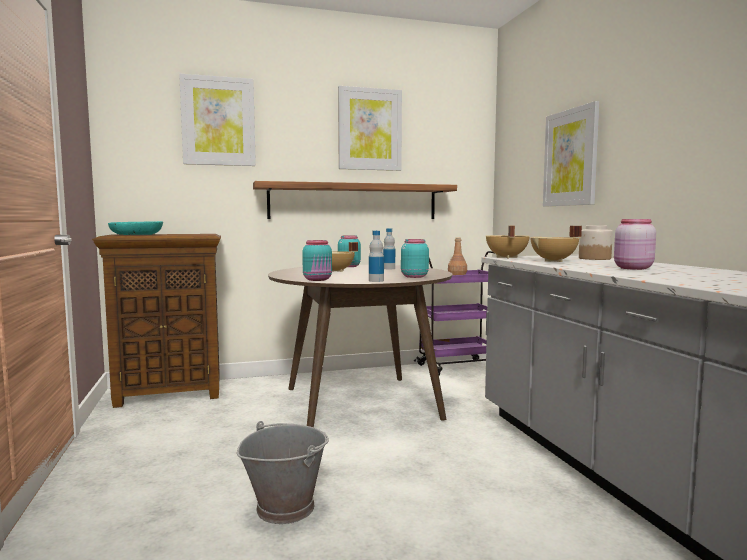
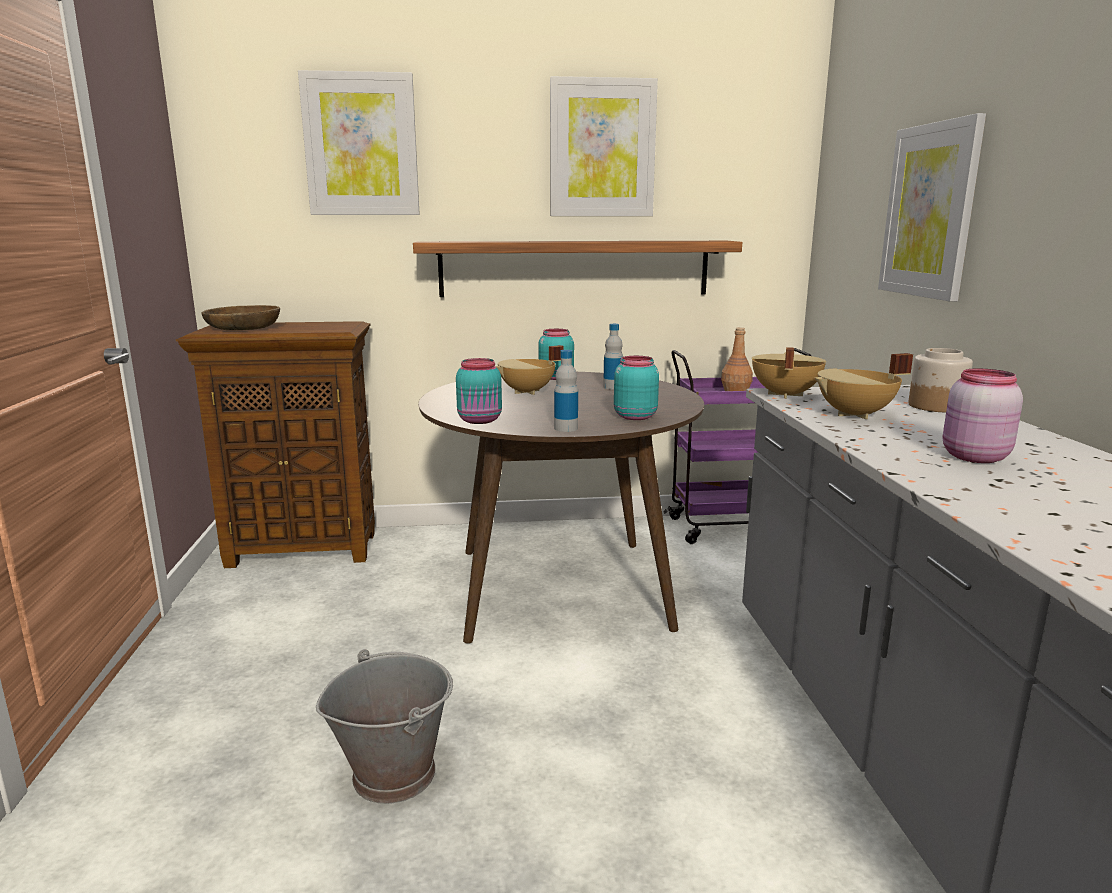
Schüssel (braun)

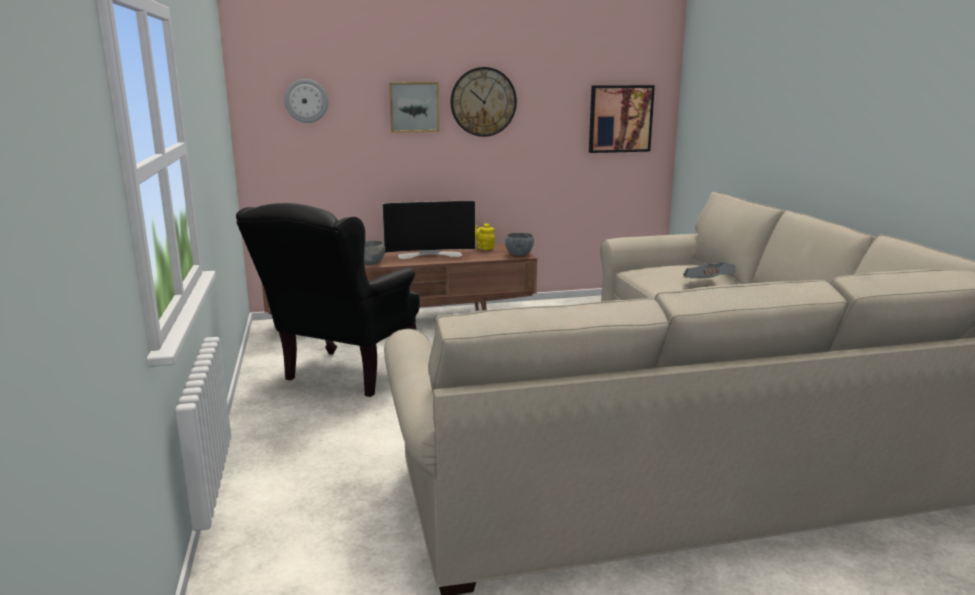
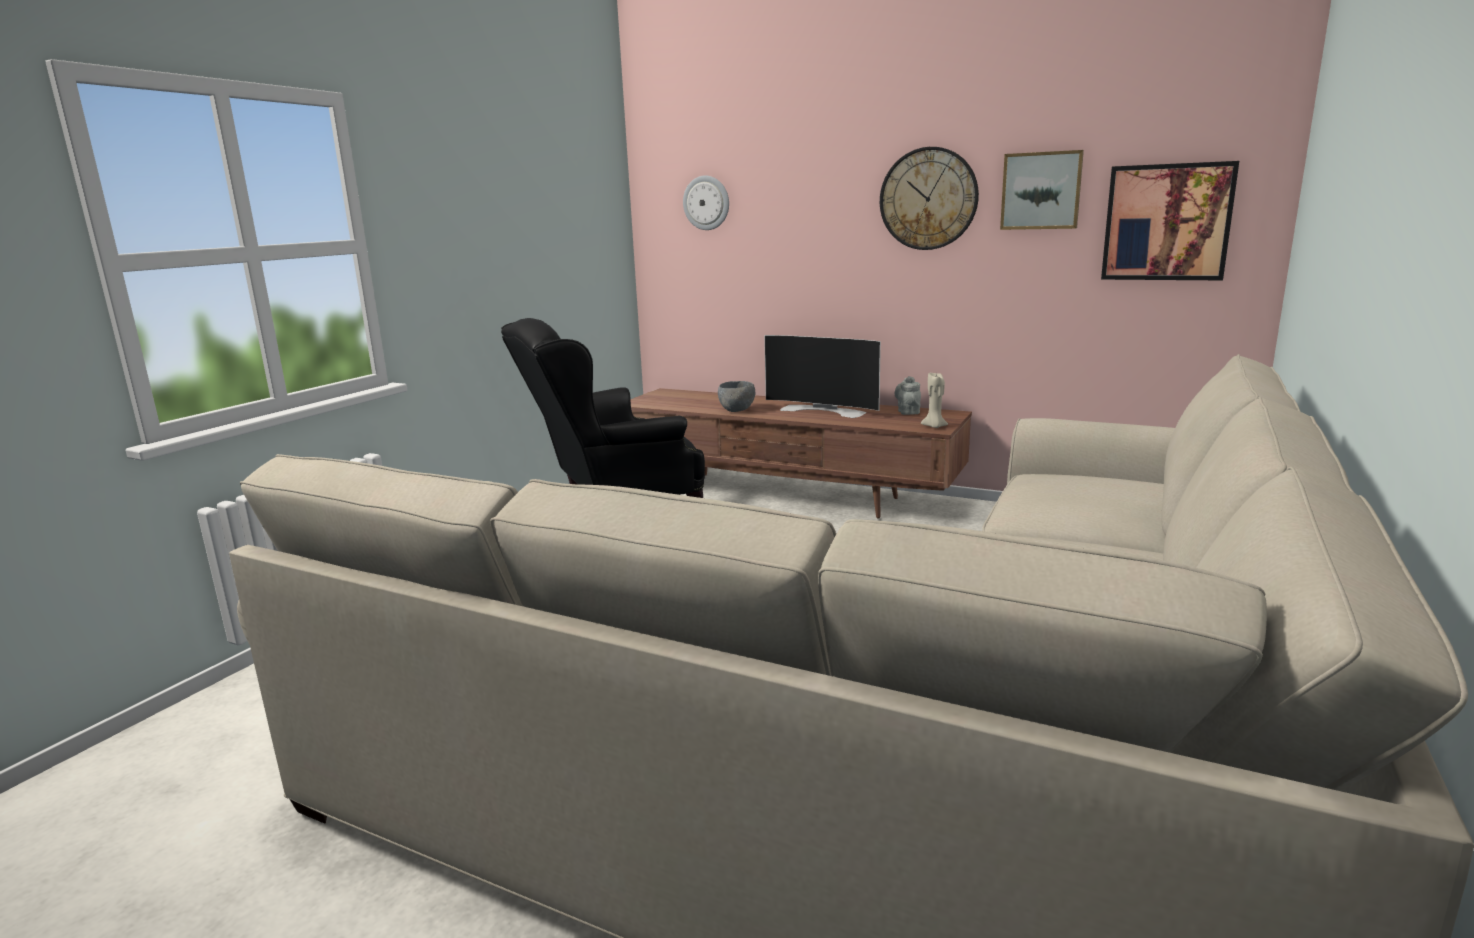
Teekanne (grau); Kerze (beige); Bild (no. 1 from left); Zeitung

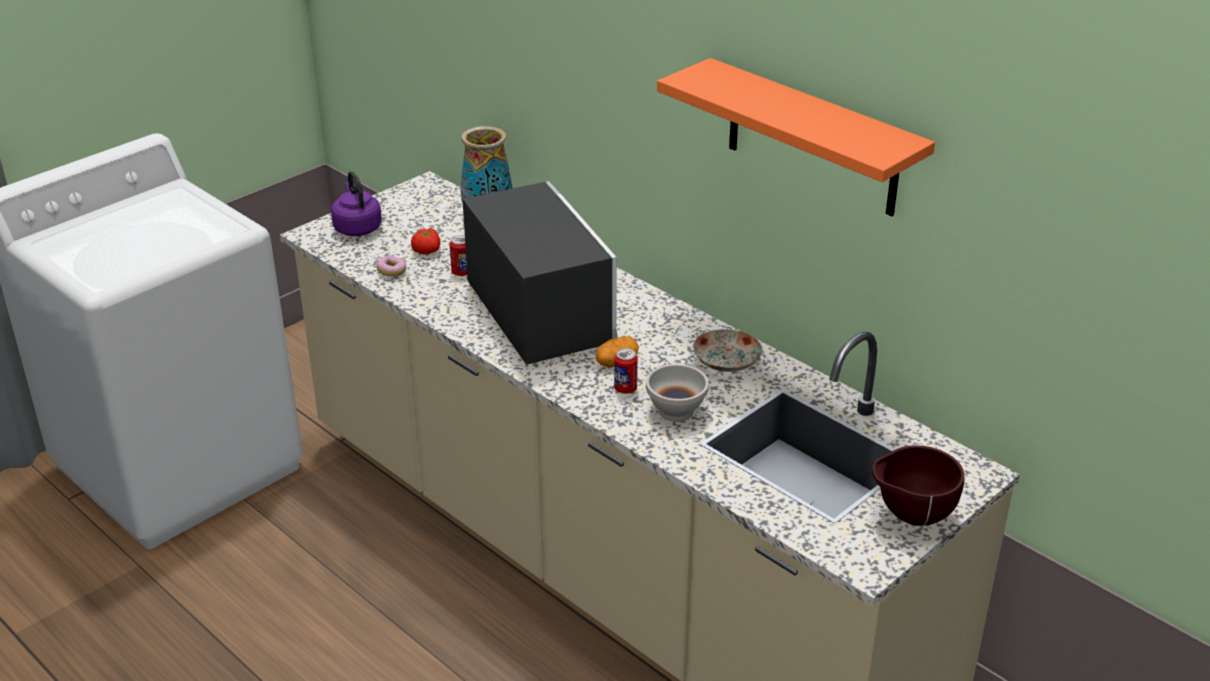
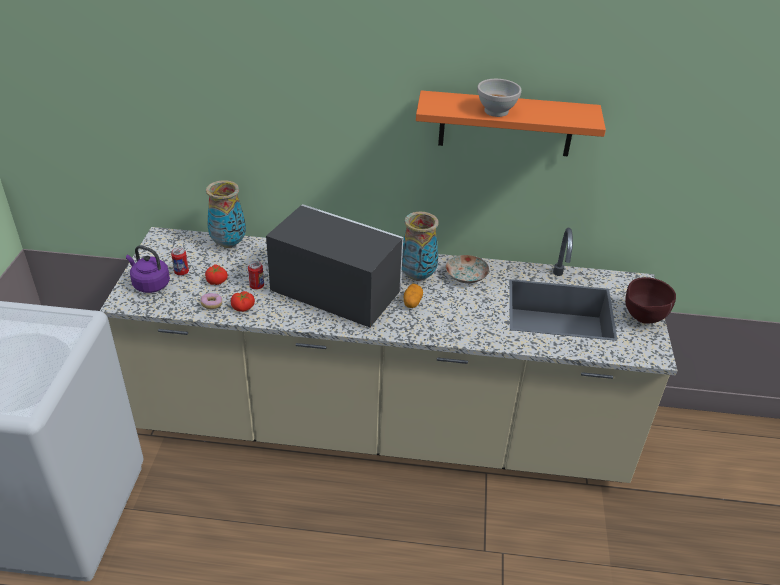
Dose (no. 1 from left); Tomate (no. 2 from left); Vase (no. 2 from left); Schüssel (weiß)

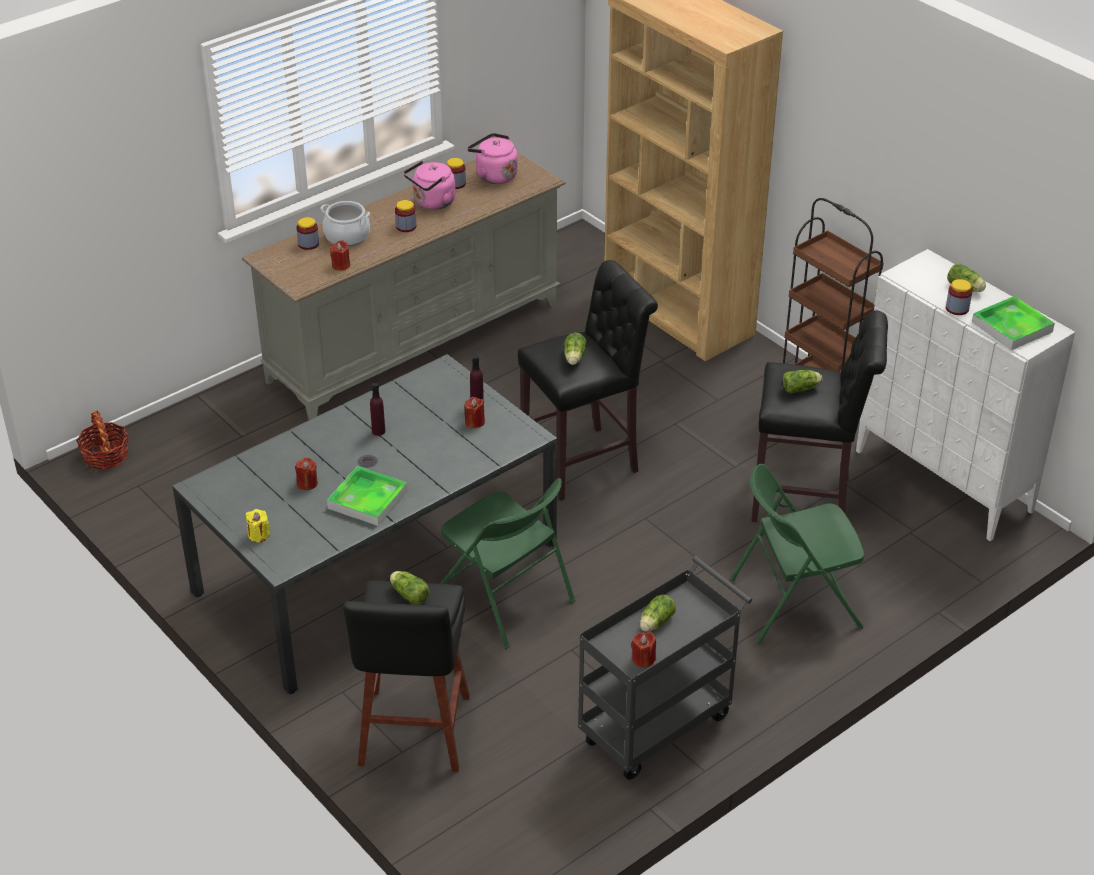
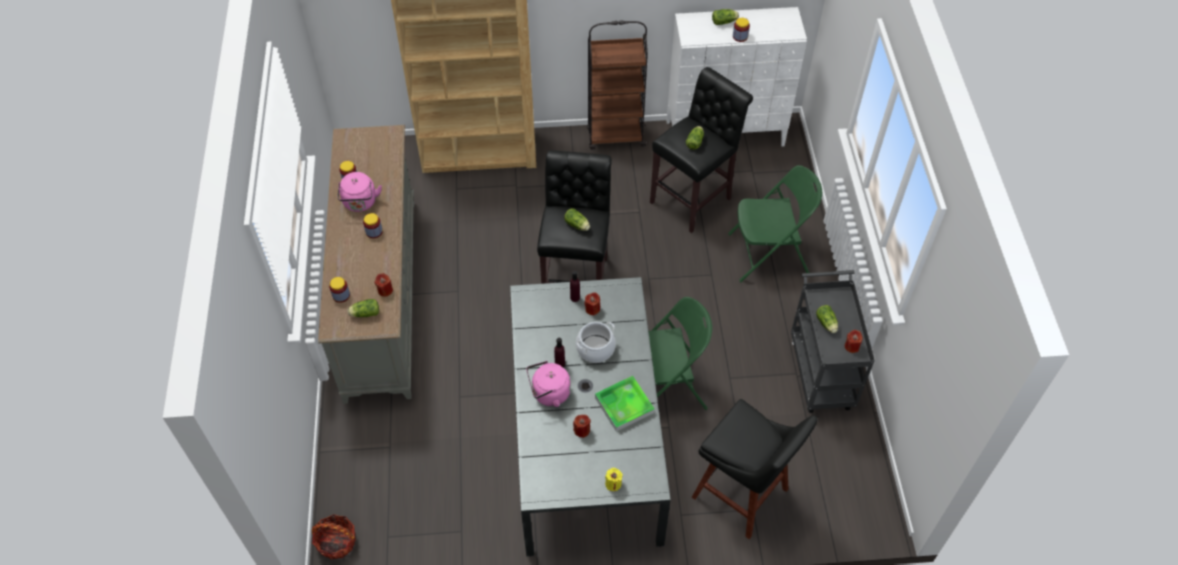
Salatkopf (no. 1 from left); Wasserkessel (rosa) (no. 2 from left); Kochtopf; Stuhl (grün) (no. 2 from left); Tablett (no. 2 from left in the first image)

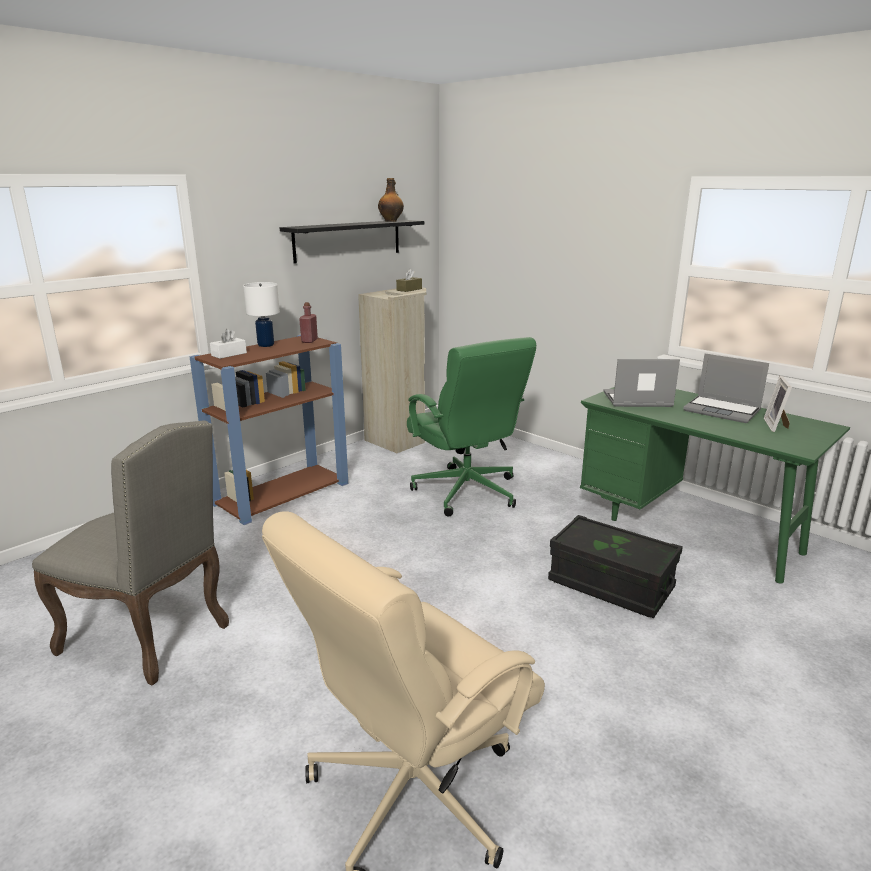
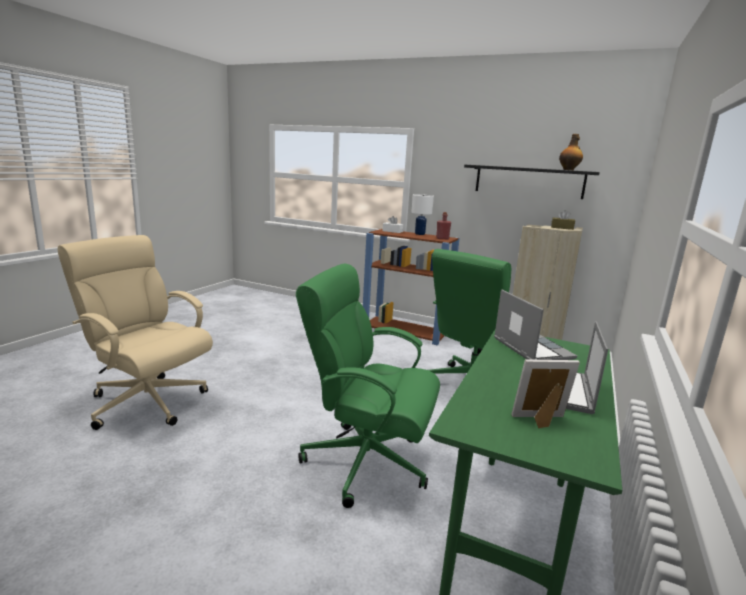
Bürostuhl (grün) (no. 1 from left); Stuhl (grau)

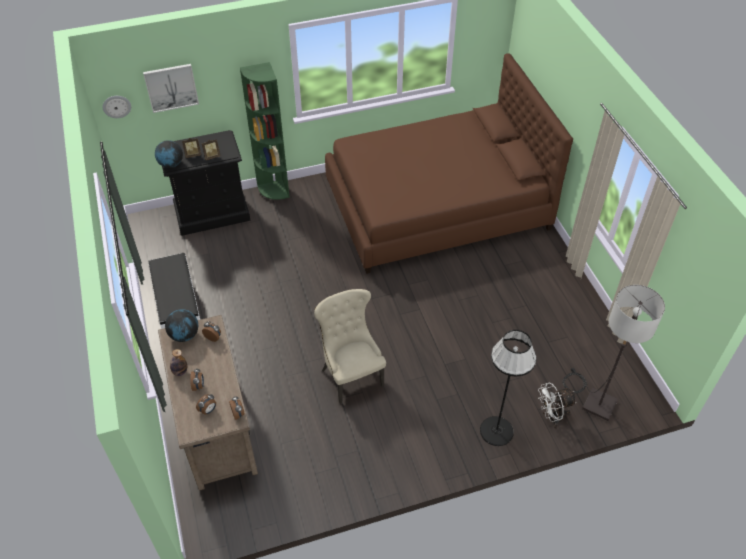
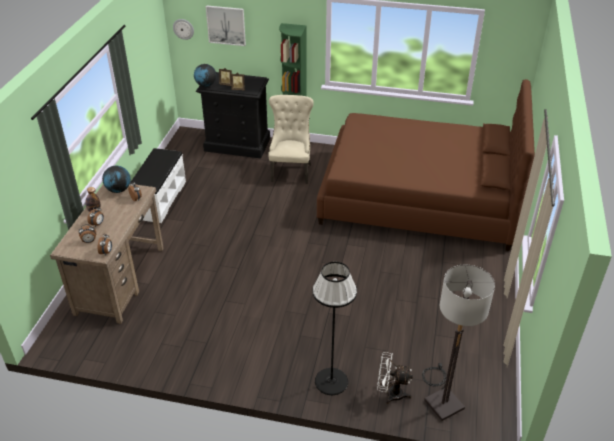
Stuhl (beige)

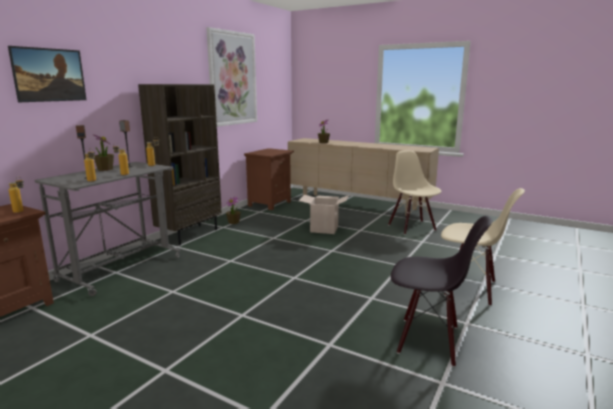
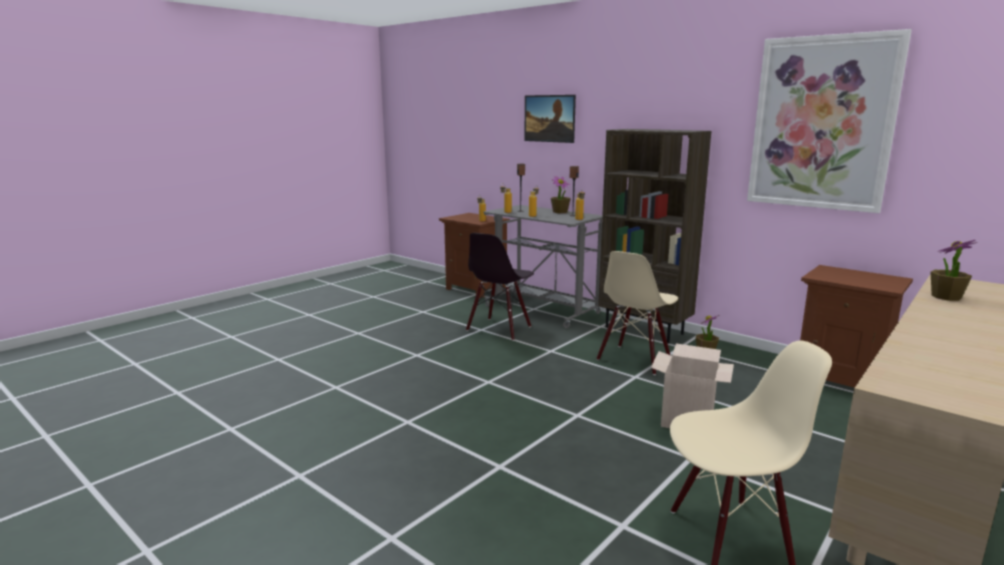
Stuhl (schwarz); Stuhl (beige) (no. 1 from left)

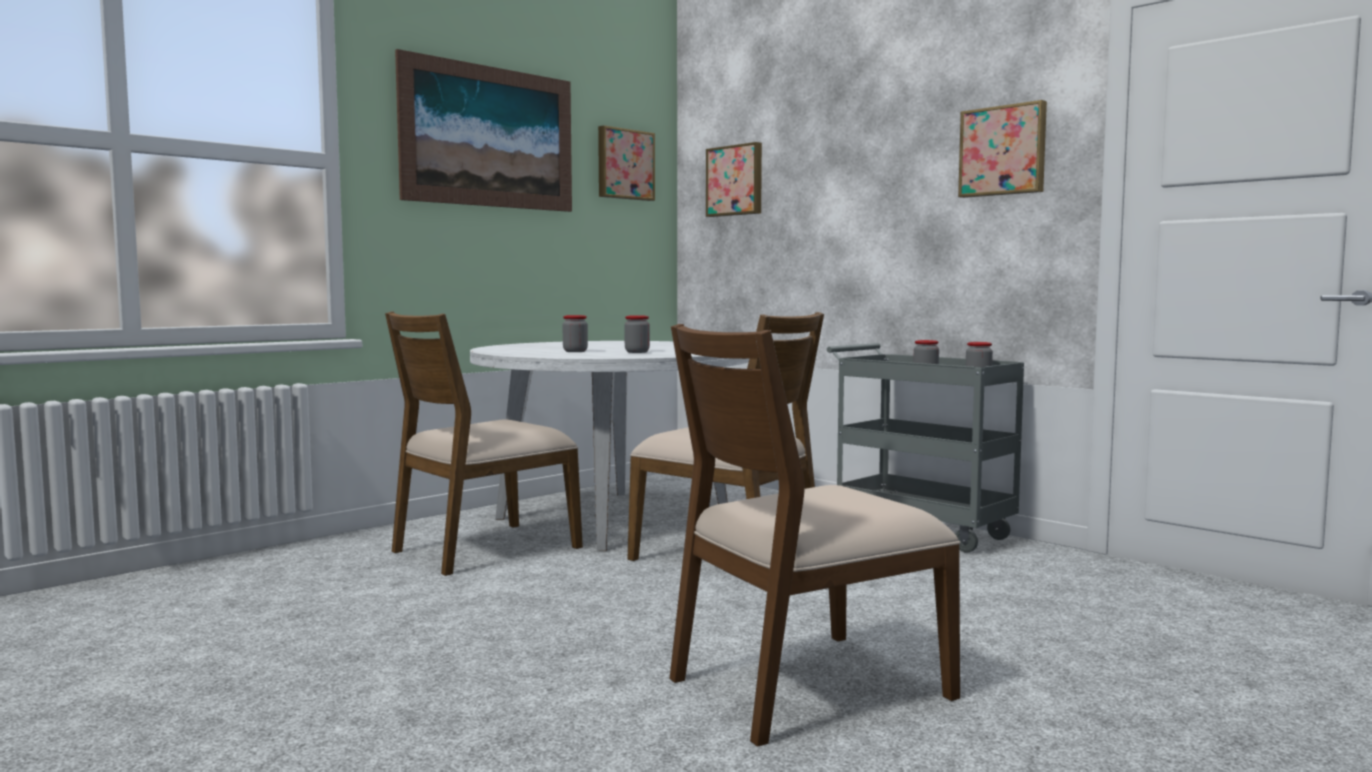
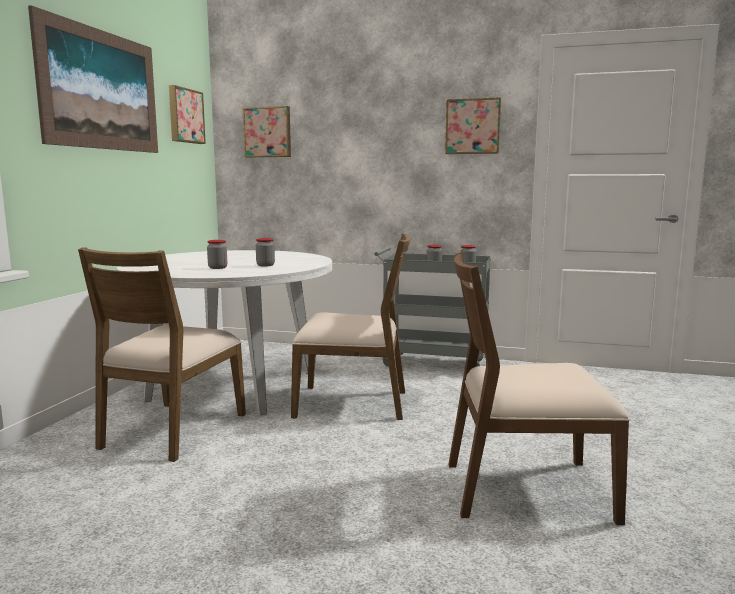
Stuhl (braun) (no. 3 from left)

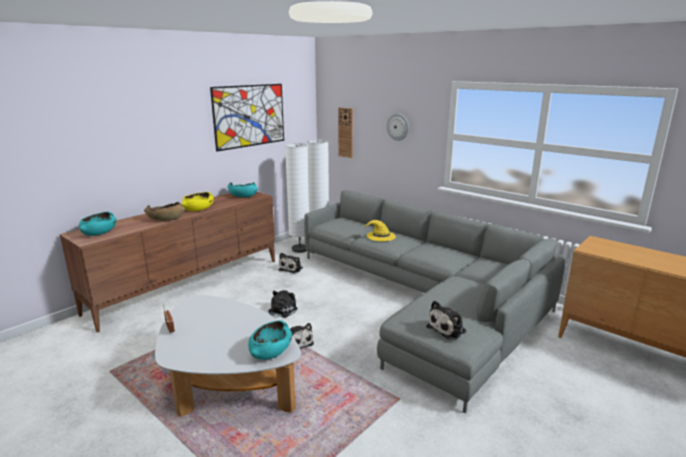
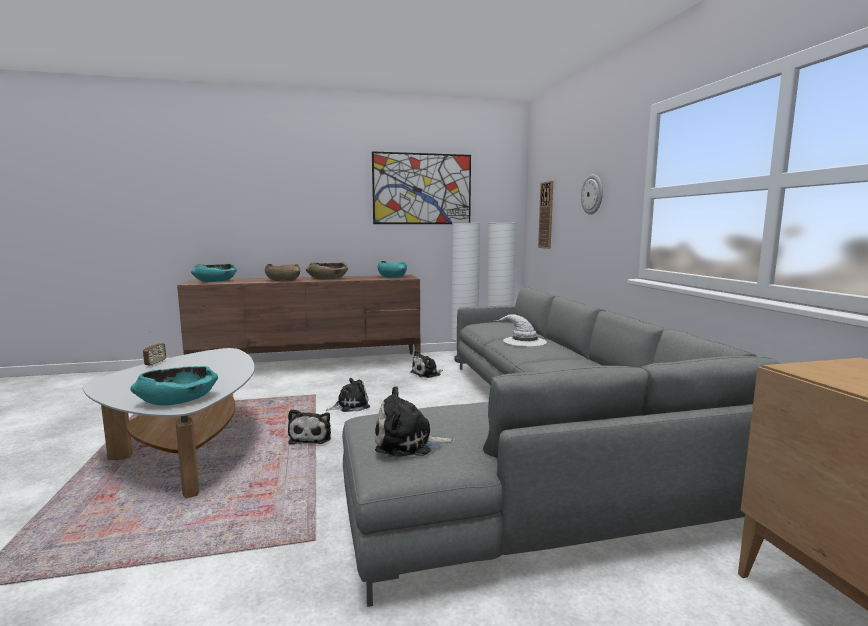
Schüssel (braun) (no. 2 from left); Hut (weiß)

